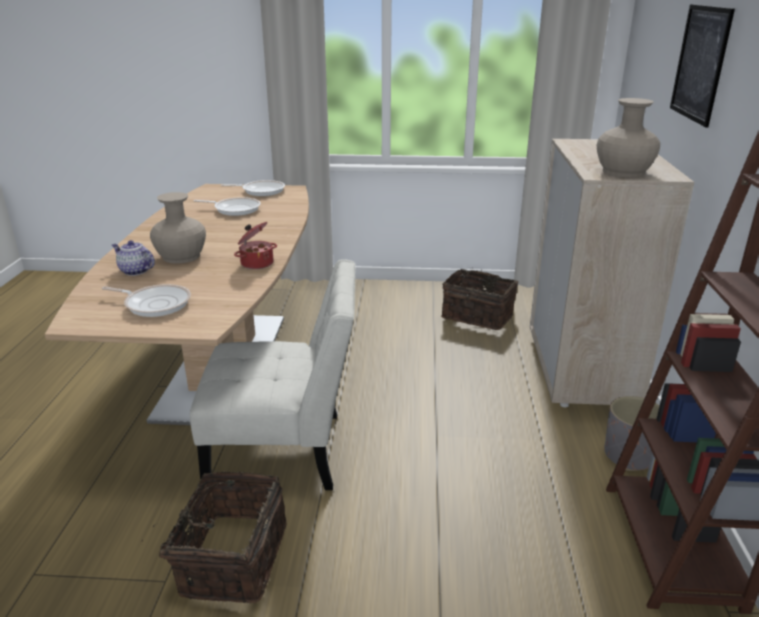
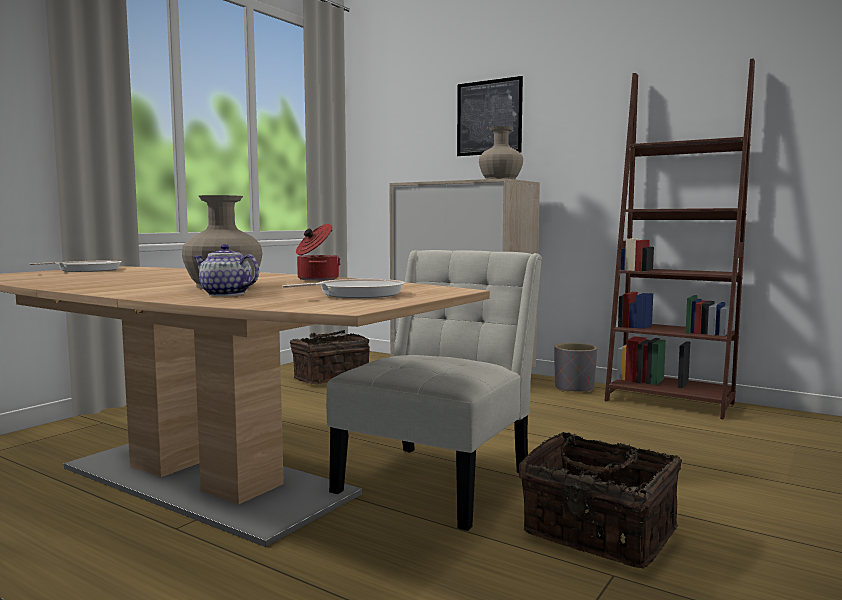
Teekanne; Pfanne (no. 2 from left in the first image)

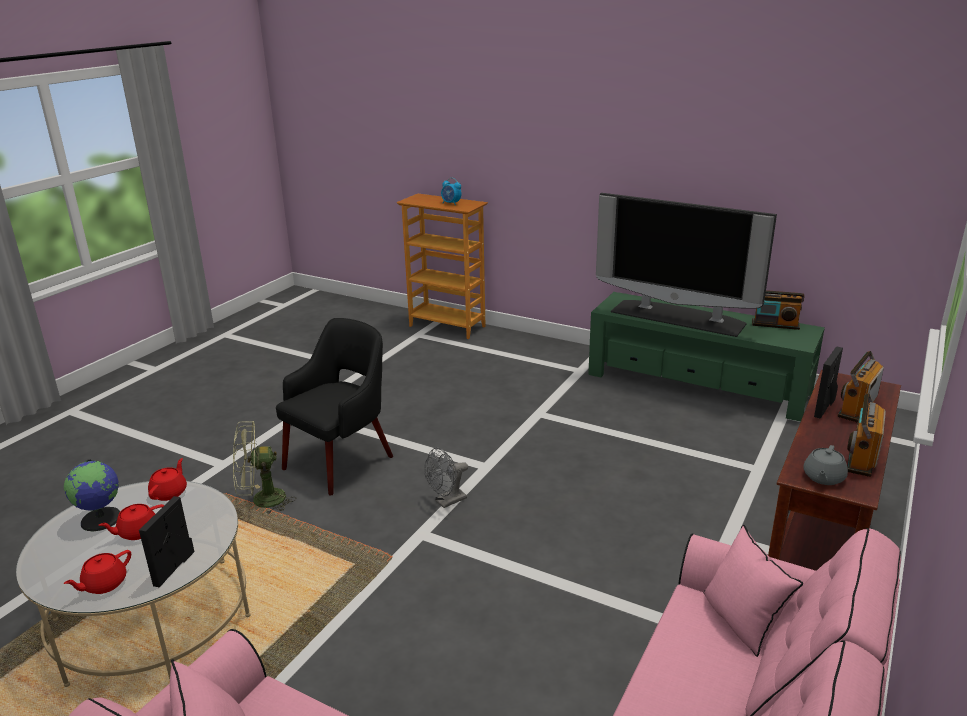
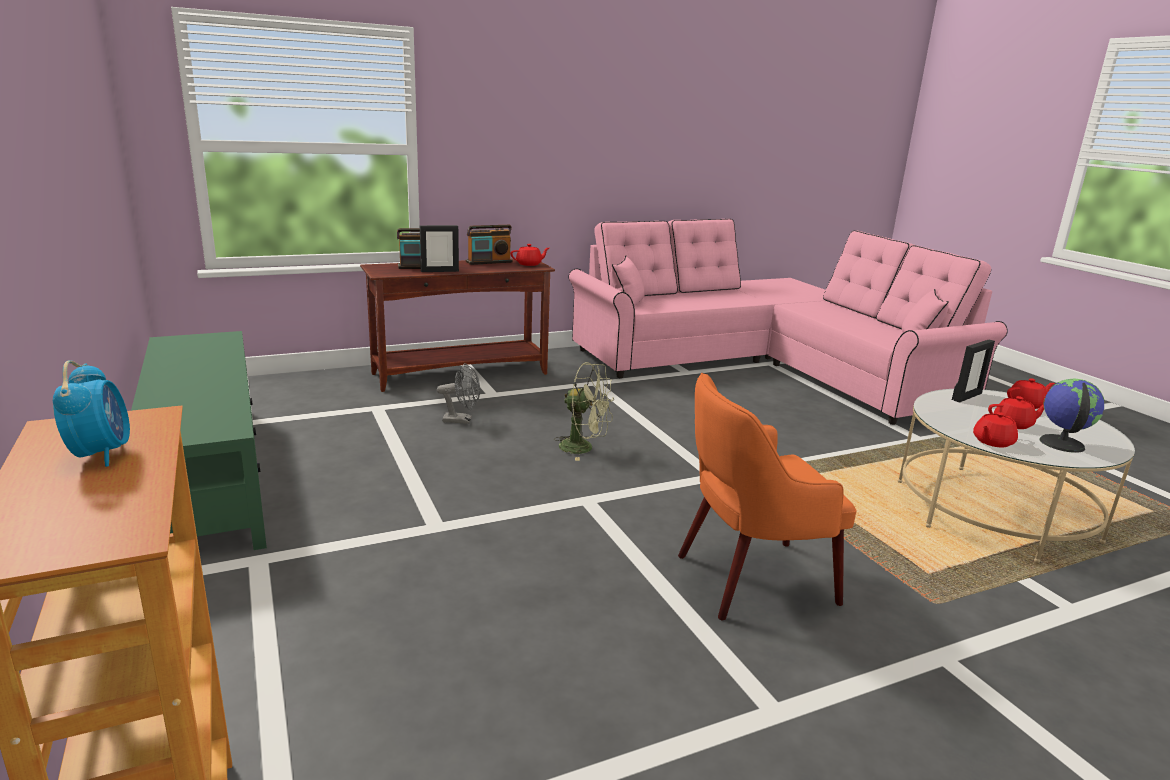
Ventilator (grau); Teekanne (rot) (no. 1 from left); Ventilator (grün); Sessel (orange); Fernseher; Radio (no. 1 from left in the first image)

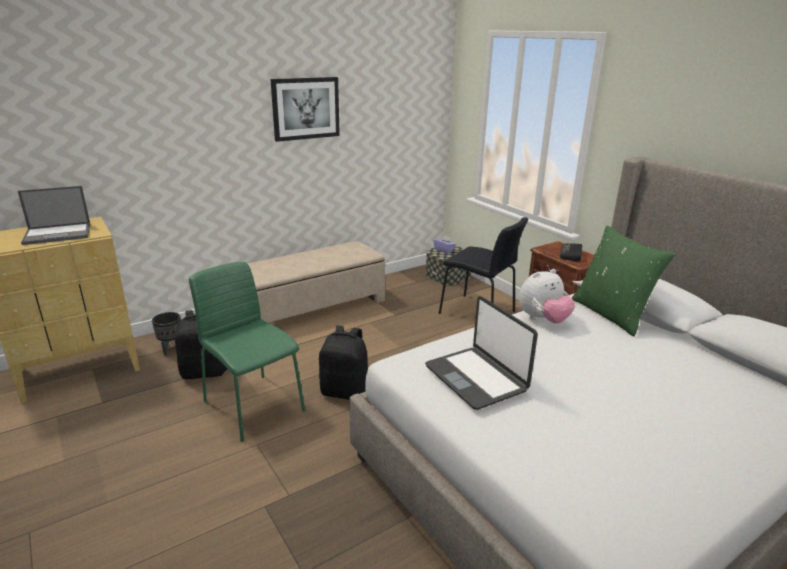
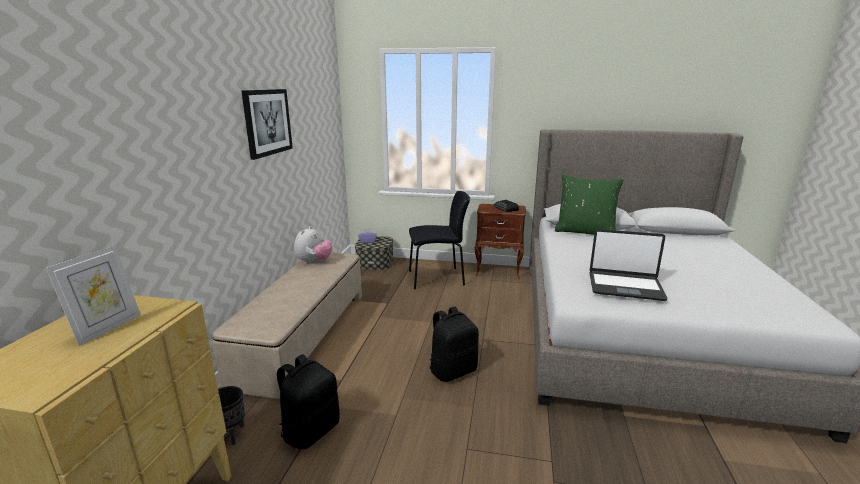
Bilderrahmen; Plüschtier; Stuhl (grün)

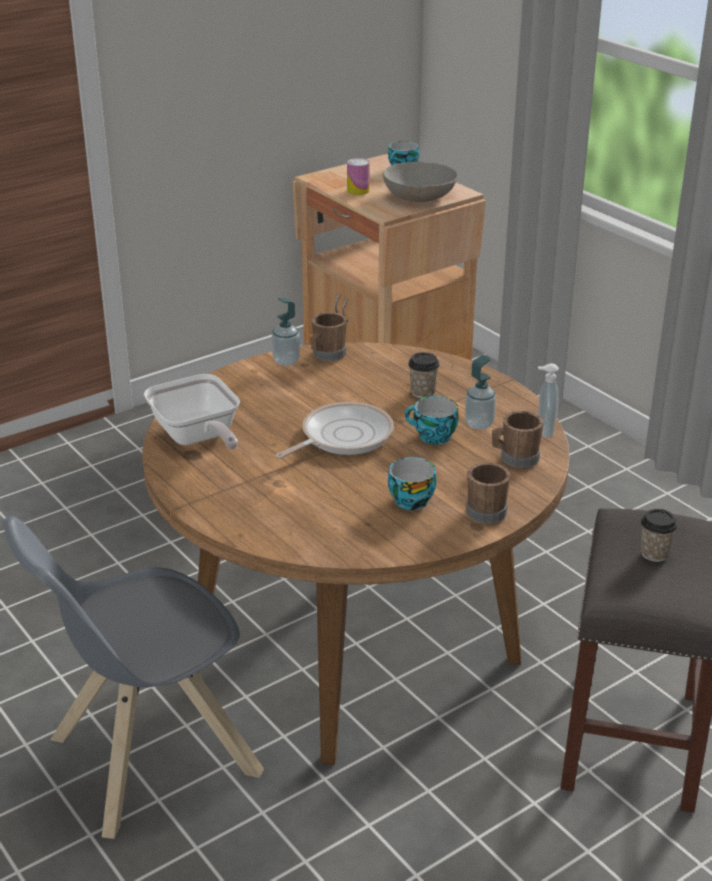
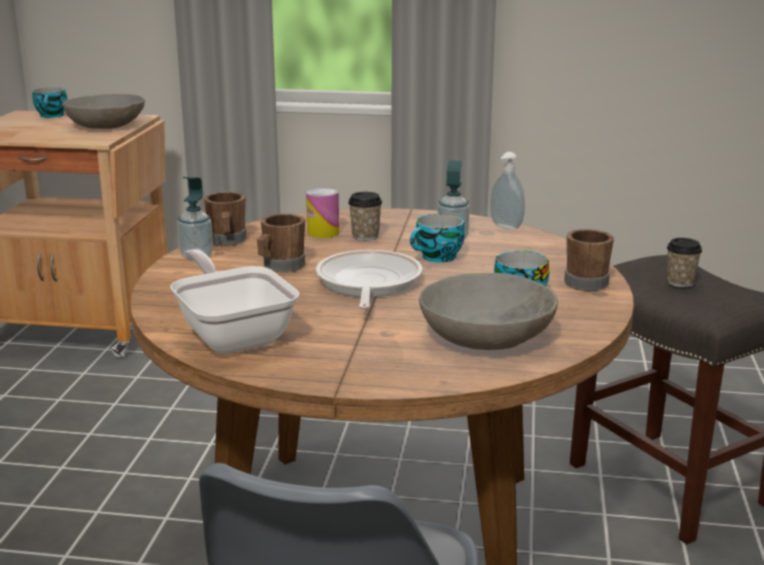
Pfanne (no. 1 from left); Henkelbecher (braun) (no. 2 from left); Dose; Schüssel (grau) (no. 2 from left)

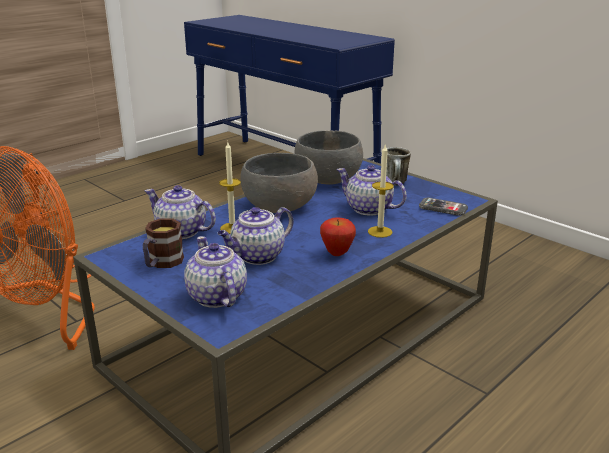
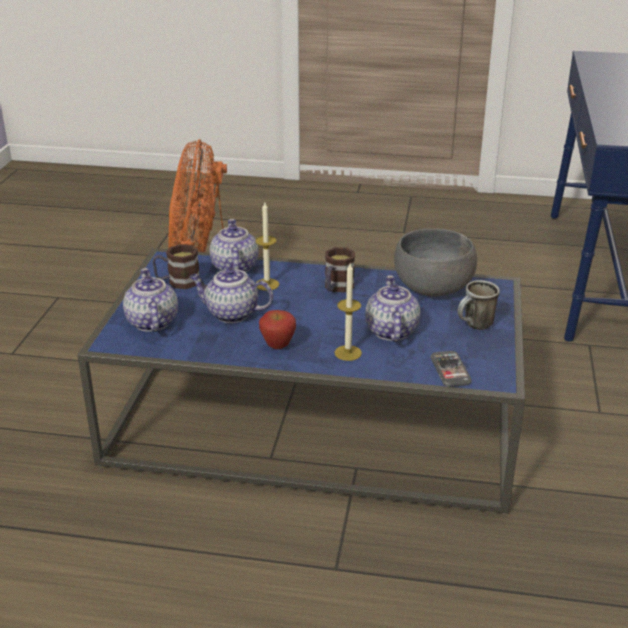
Teekanne (no. 1 from left); Henkelbecher (no. 2 from left)

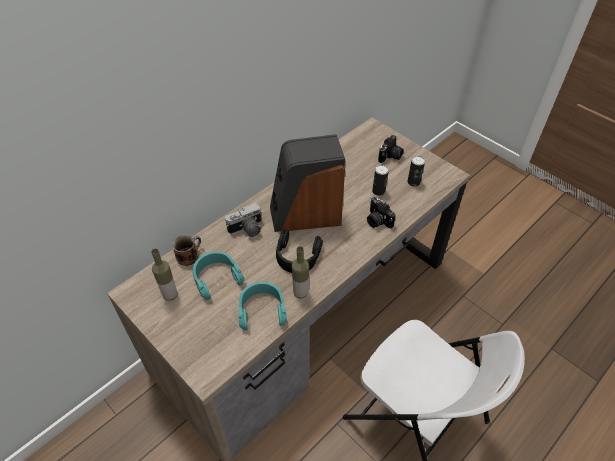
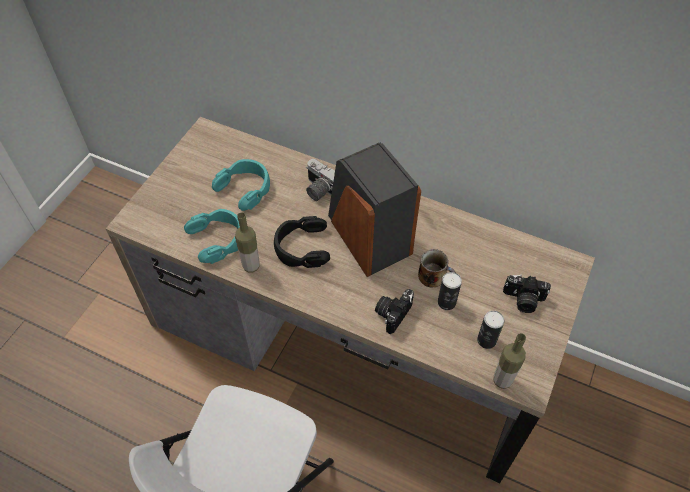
Henkelbecher; Flasche (no. 2 from left)

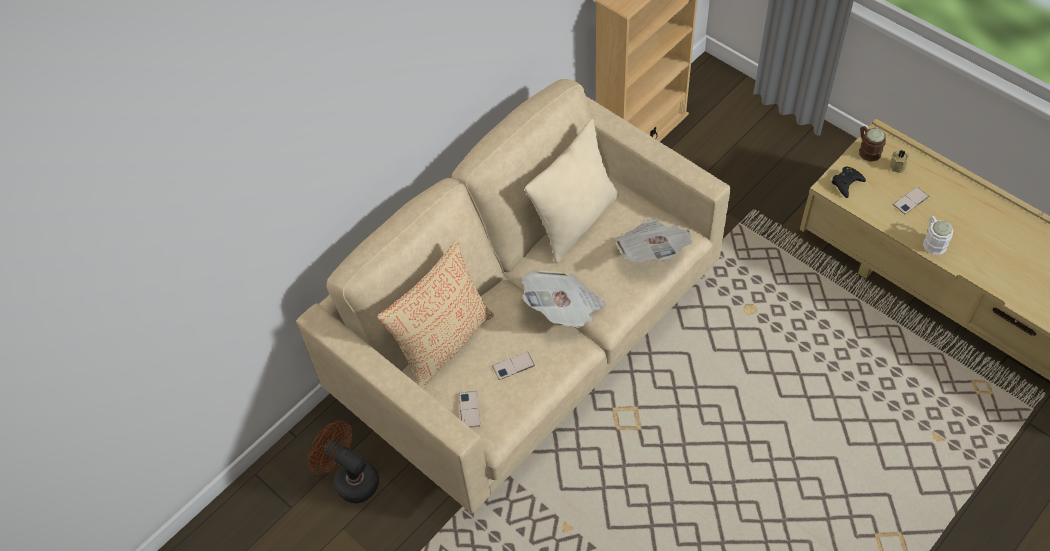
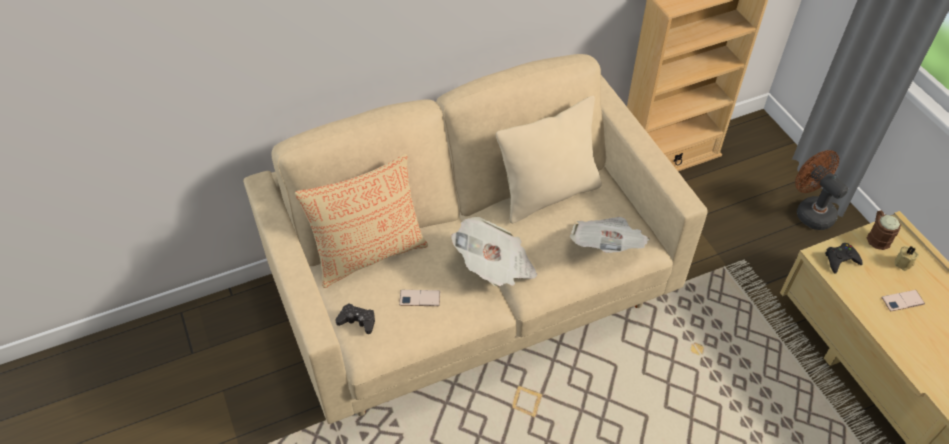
Gamepad (schwarz) (no. 1 from left); Ventilator (braun); Henkelbecher (weiß)

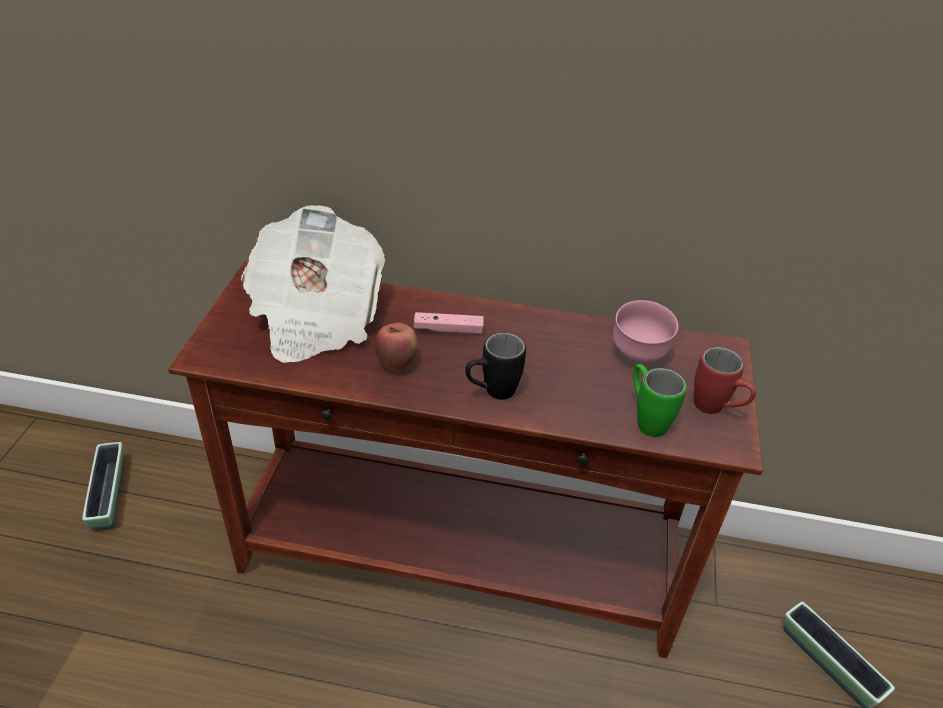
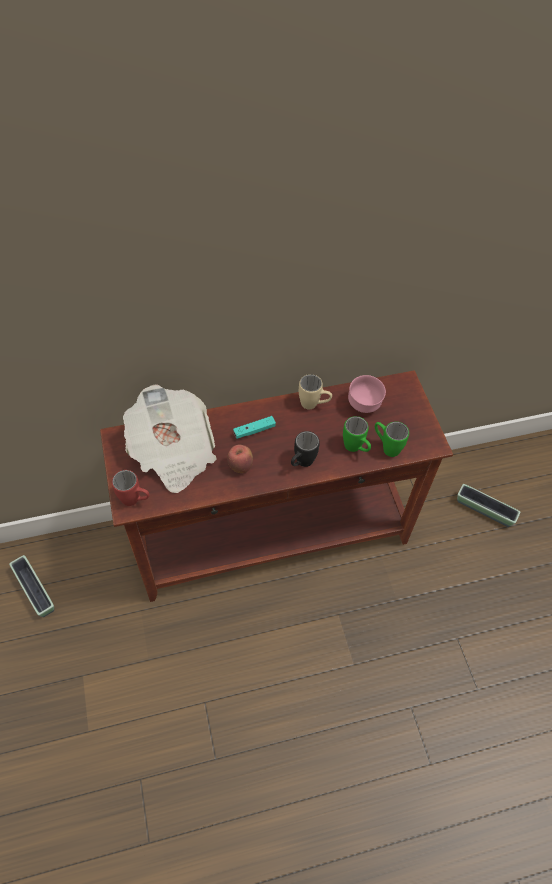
Henkelbecher (rot); Gamepad (türkis); Henkelbecher (beige); Henkelbecher (grün) (no. 1 from left)

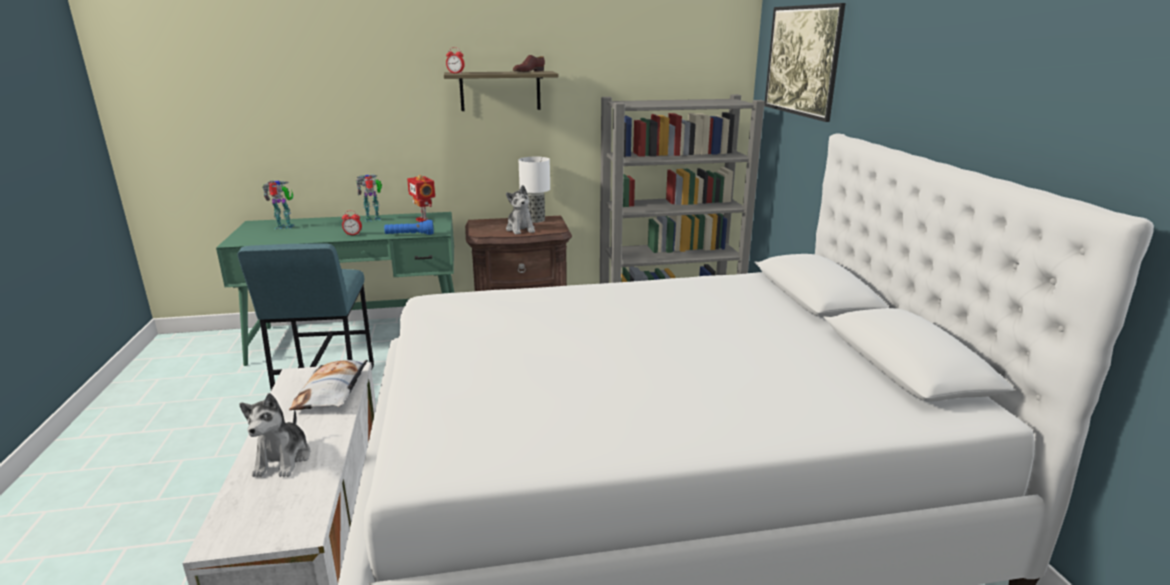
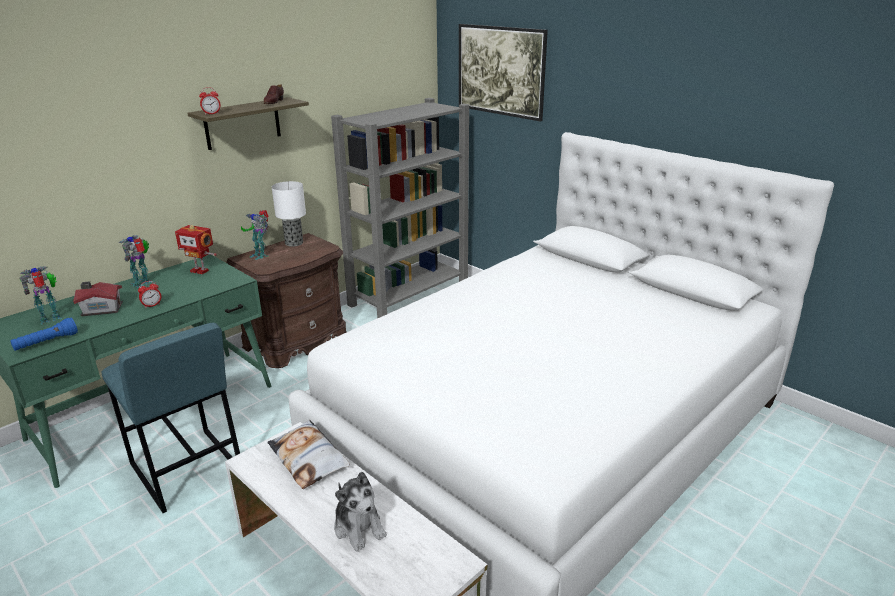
Taschenlampe (blau); Spielzeughaus; Spielzeugroboter (no. 4 from left); Plüschtier (no. 2 from left in the first image)

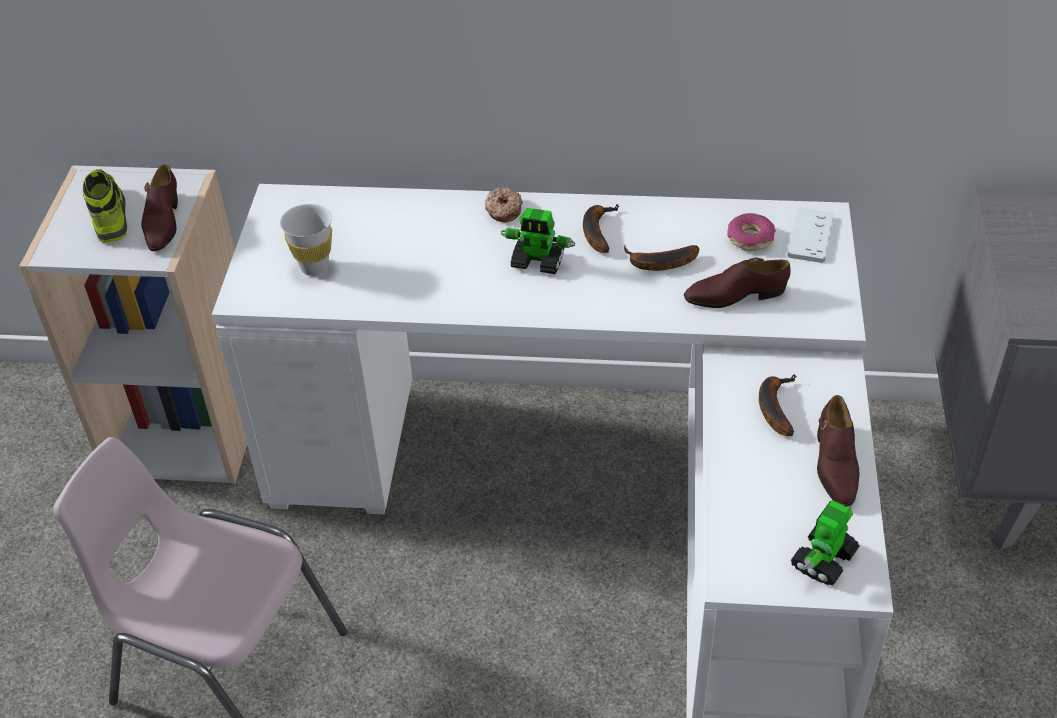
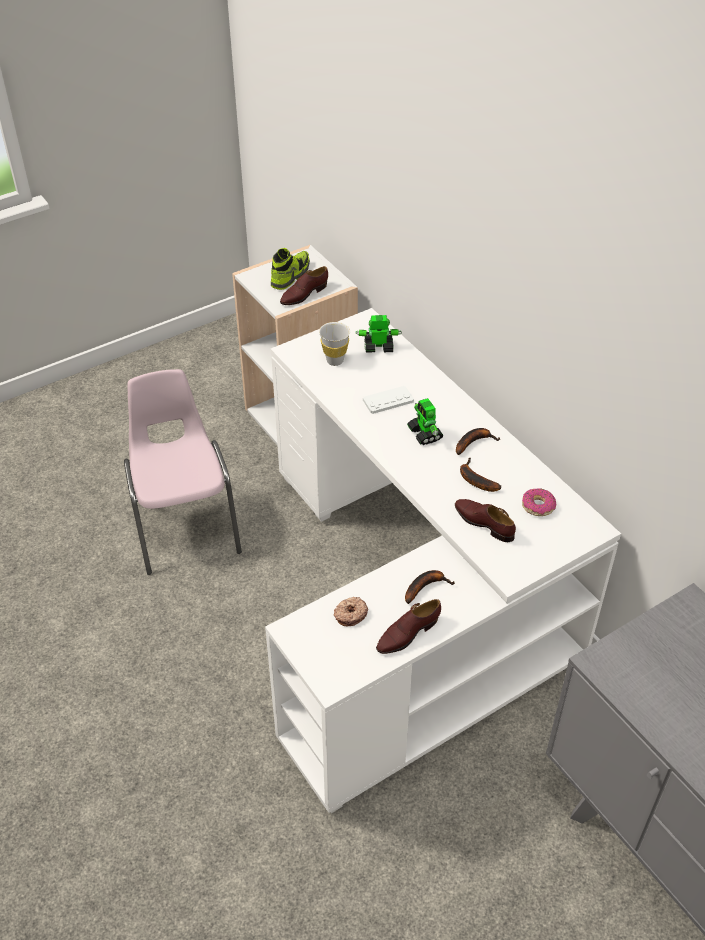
Donut (no. 1 from left); Spielzeugroboter (no. 1 from left); Gamepad (weiß)

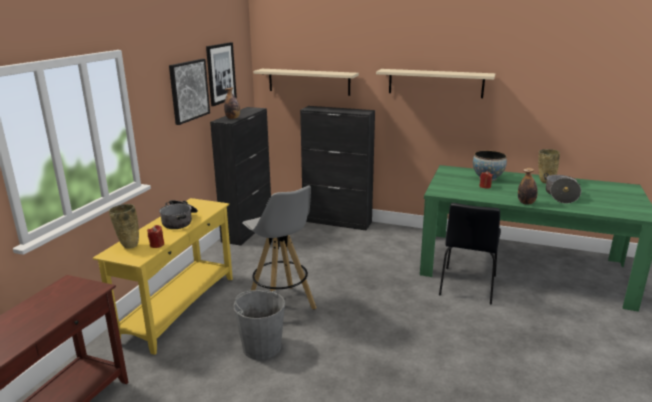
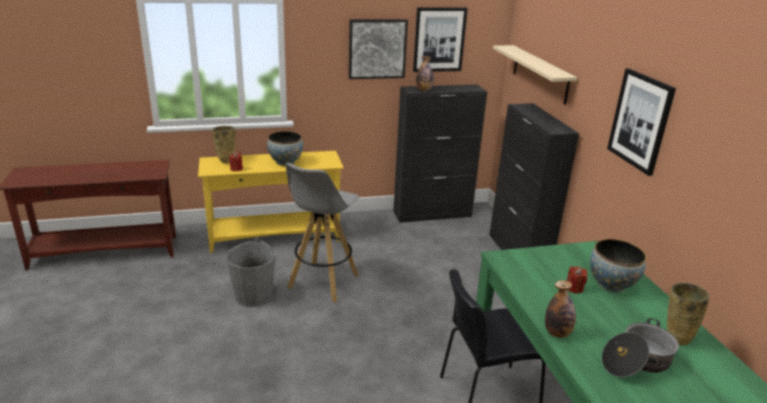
Schüssel (no. 1 from left); Bild (no. 3 from left)

